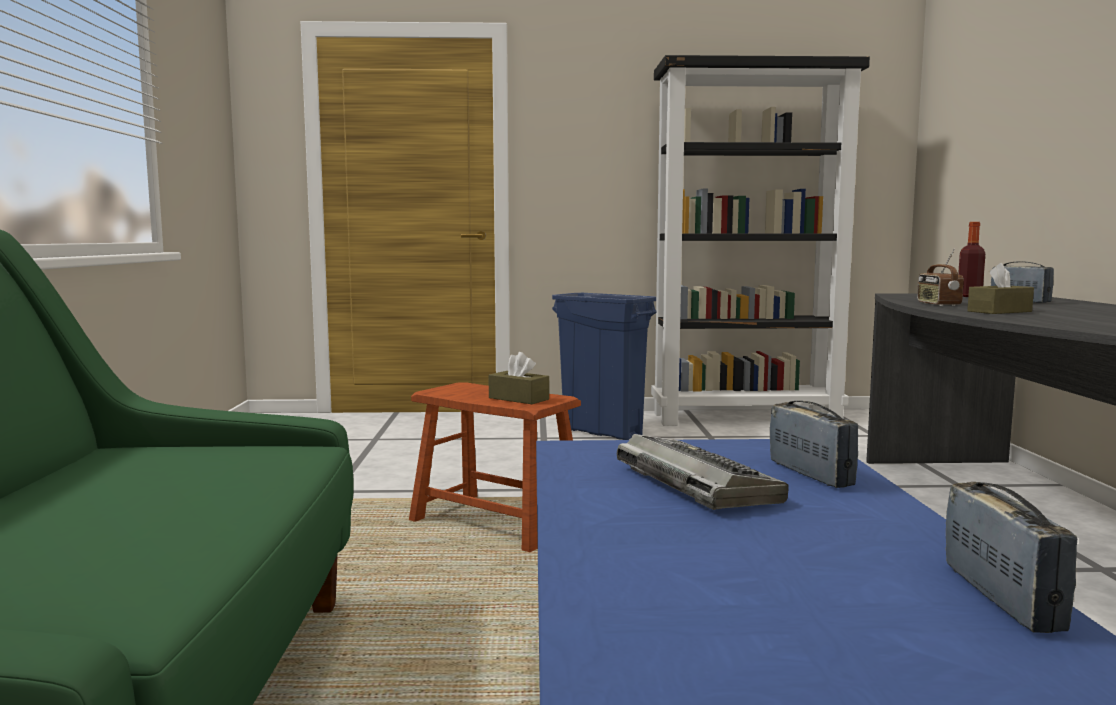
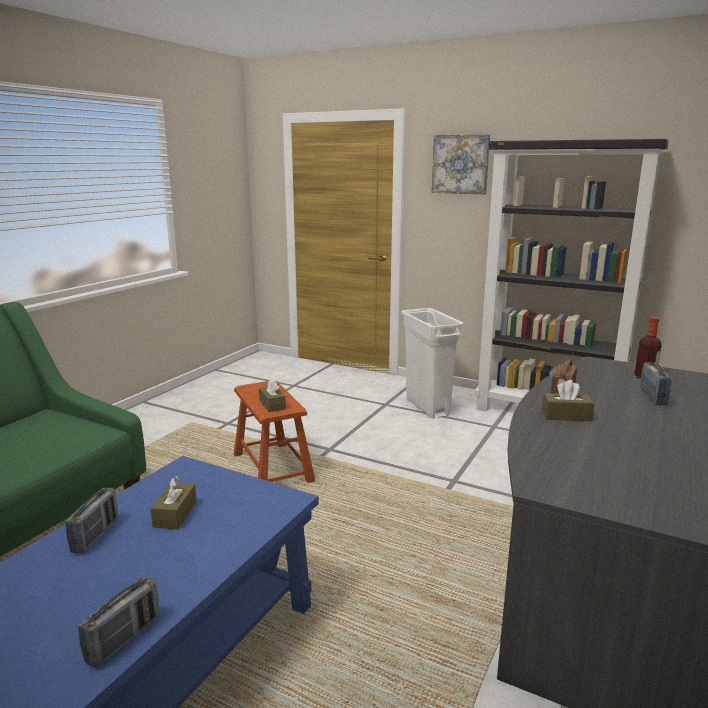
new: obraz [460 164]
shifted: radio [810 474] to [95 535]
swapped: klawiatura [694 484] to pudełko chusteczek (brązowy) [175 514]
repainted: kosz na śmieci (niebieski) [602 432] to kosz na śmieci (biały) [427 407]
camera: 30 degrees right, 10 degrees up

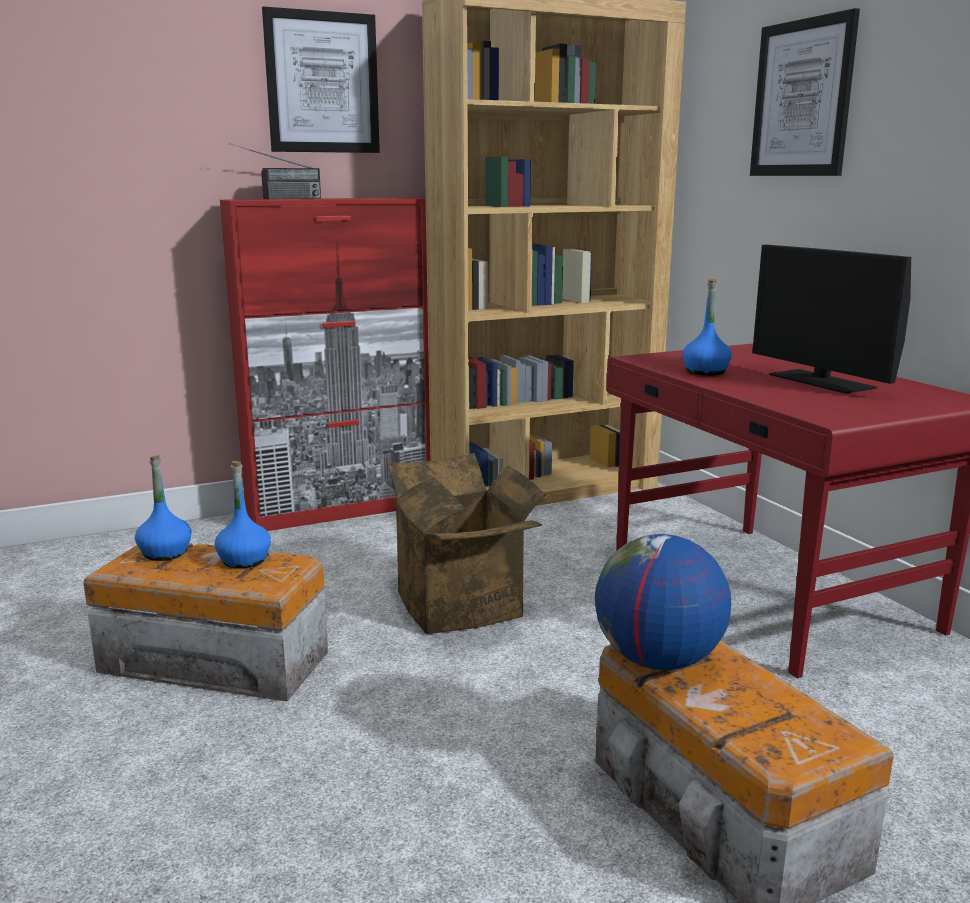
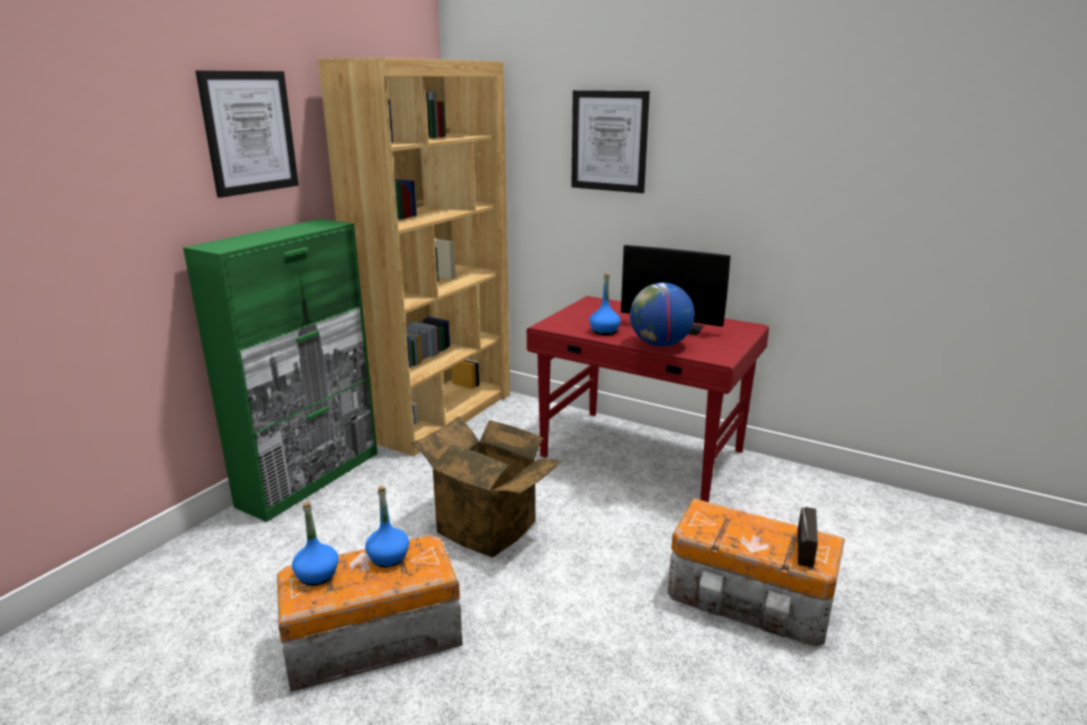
shifted: radio [278 198] to [807 558]; globus [657 661] to [659 344]
repainted: szafka (czerwony) [340 509] to szafka (zielony) [311 478]
camera: 35 degrees left, 5 degrees up

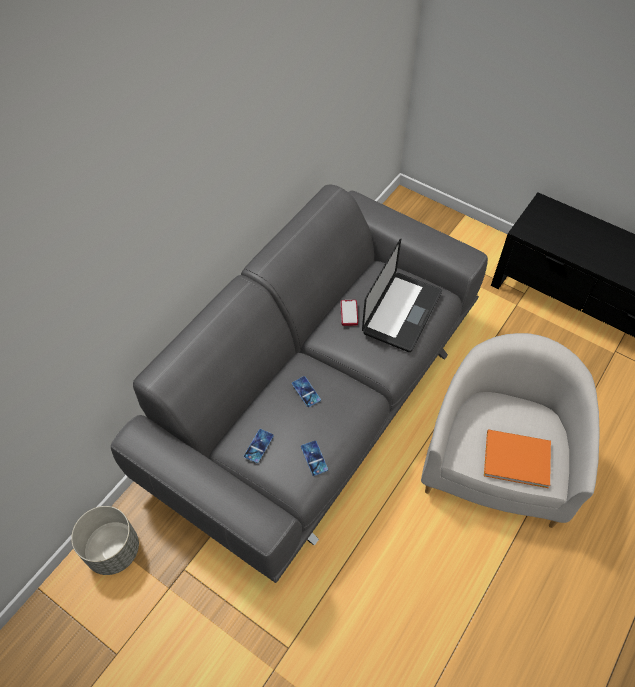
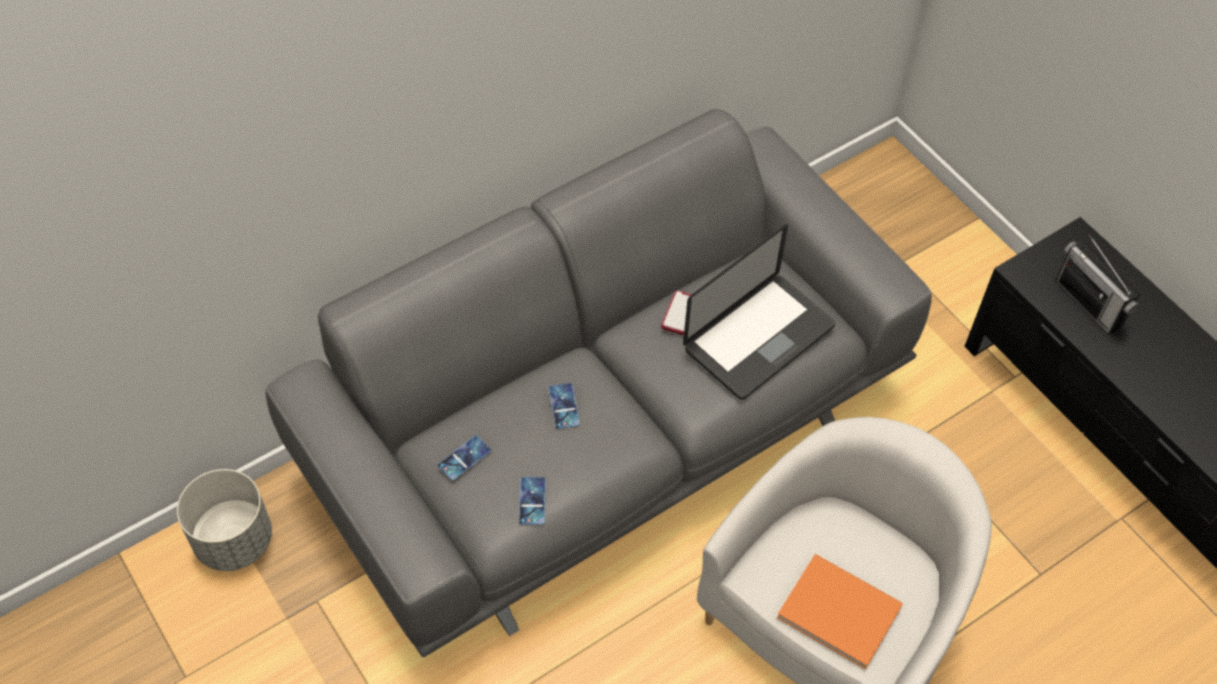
new: radio [1089 303]
camera: 20 degrees right, 0 degrees up

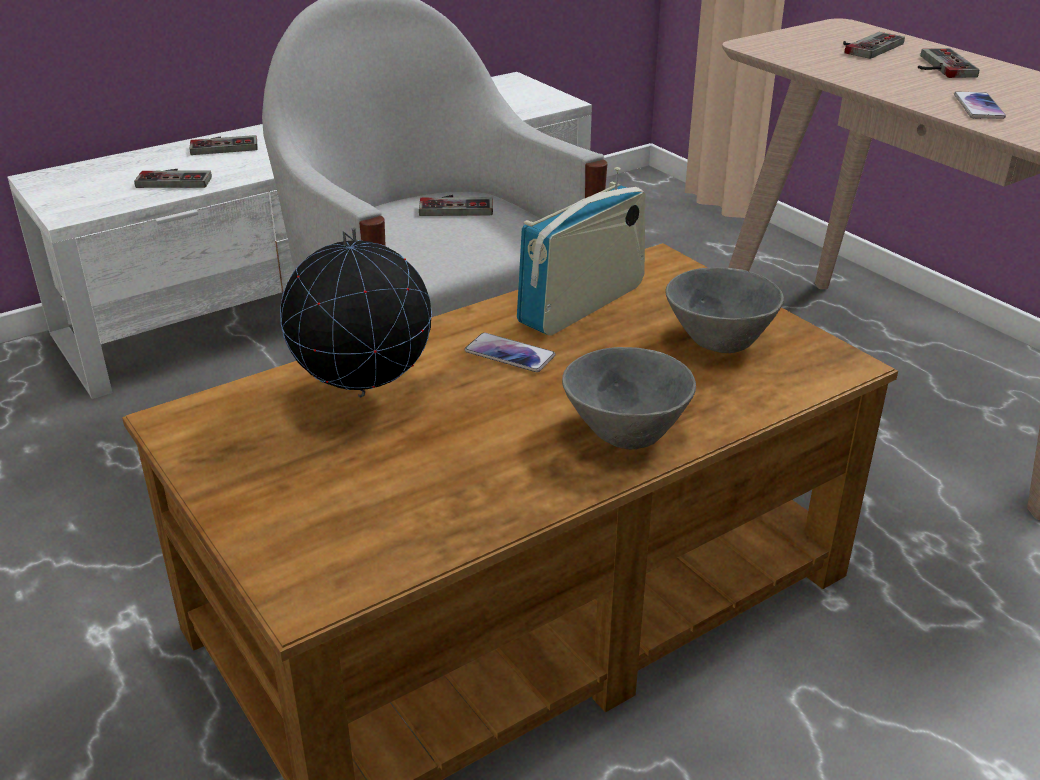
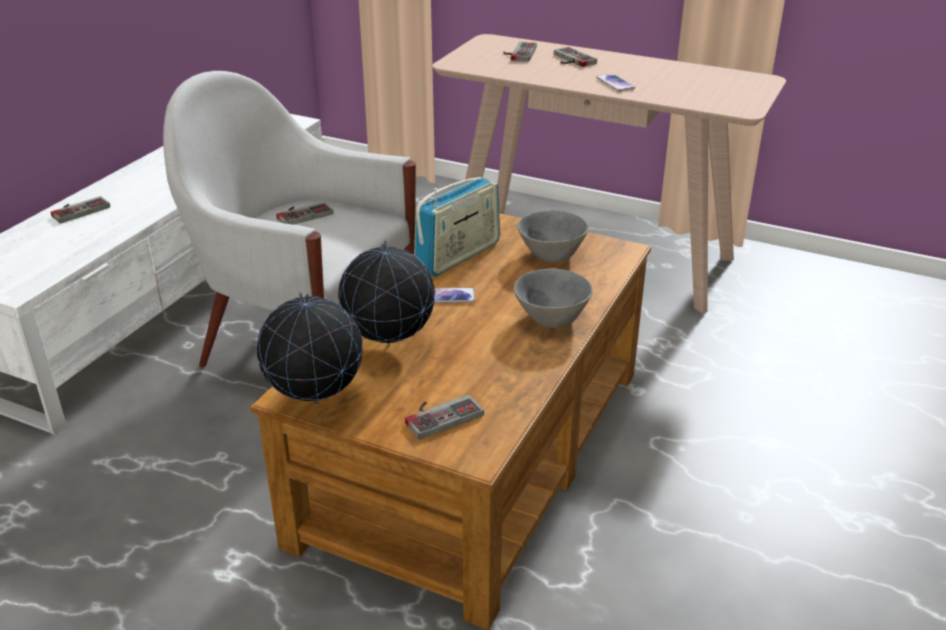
new: globus [315 401]
shifted: pad do gier [176 179] to [440 414]
rotated: radio [582 304] = [458 256] 150 degrees counterclockwise
camera: 30 degrees left, 0 degrees up

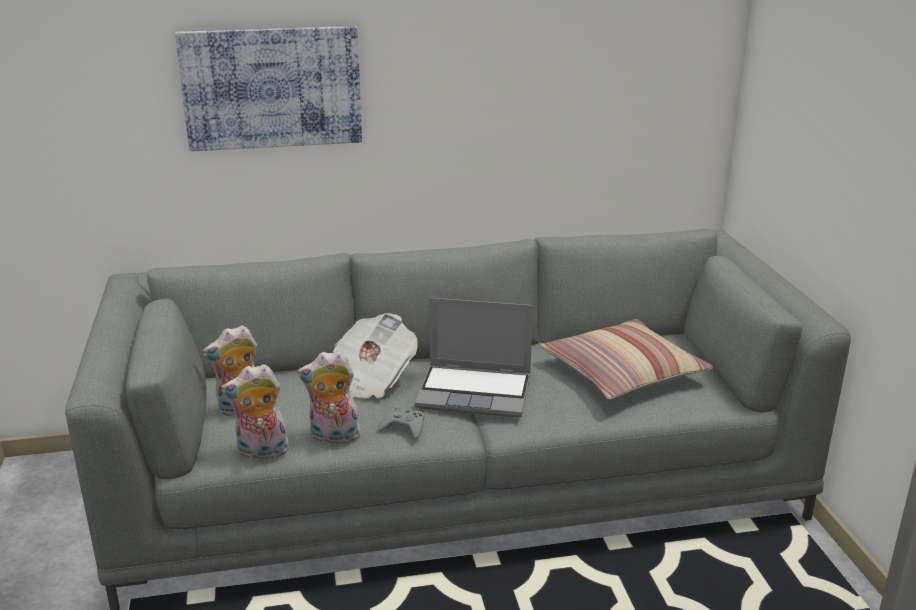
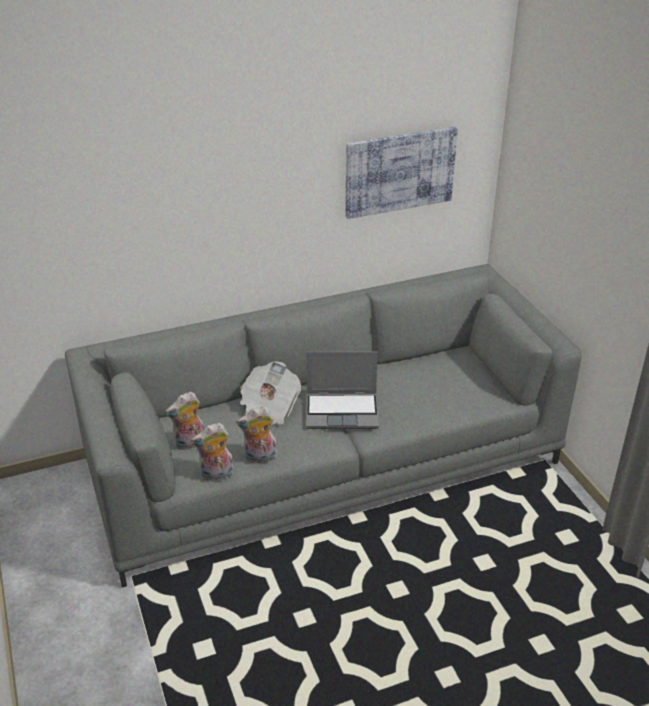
gone: poduszka [622 373]; pad do gier (szary) [404 427]
shifted: obraz [272 88] to [399 171]
camera: 10 degrees left, 10 degrees up

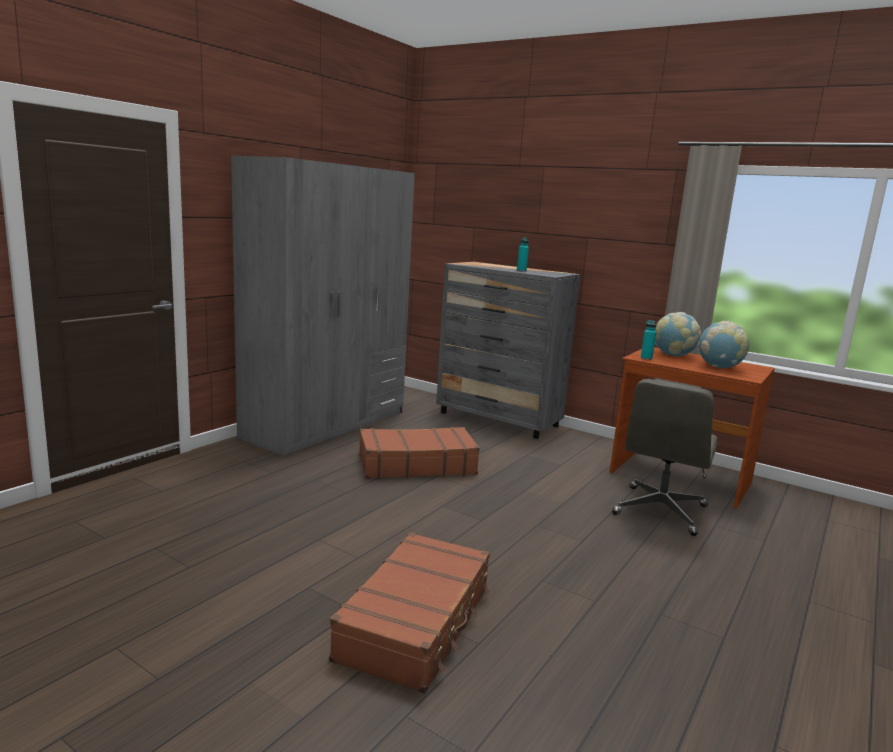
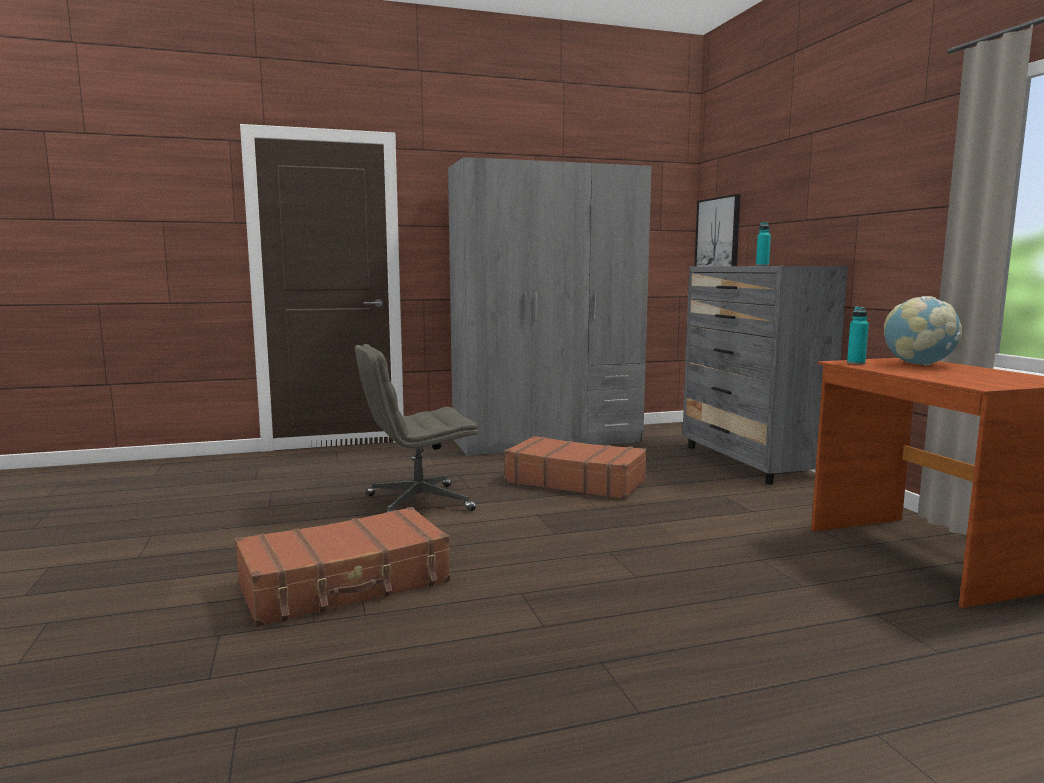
gone: globus [719 367]
new: obraz [718 233]
shifted: krzesło biurowe (szary) [660 511] to [417 503]
camera: 40 degrees right, 5 degrees down

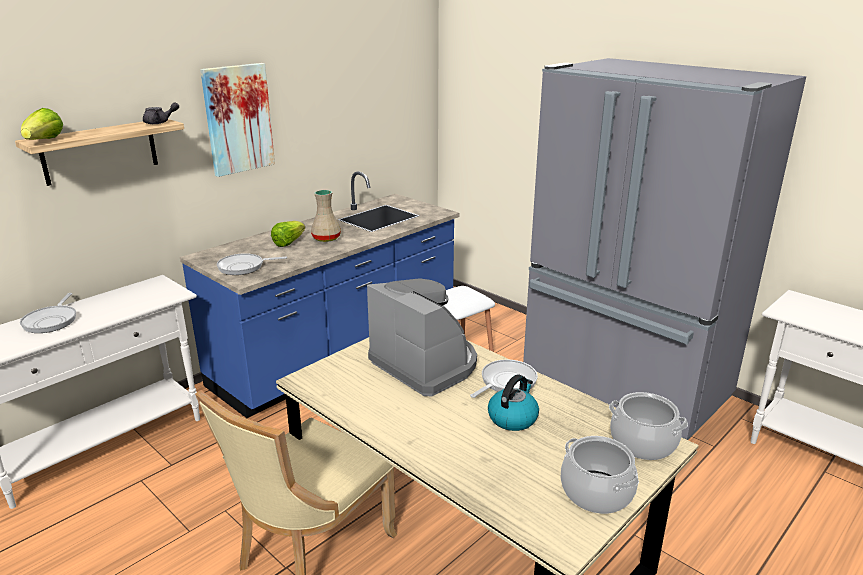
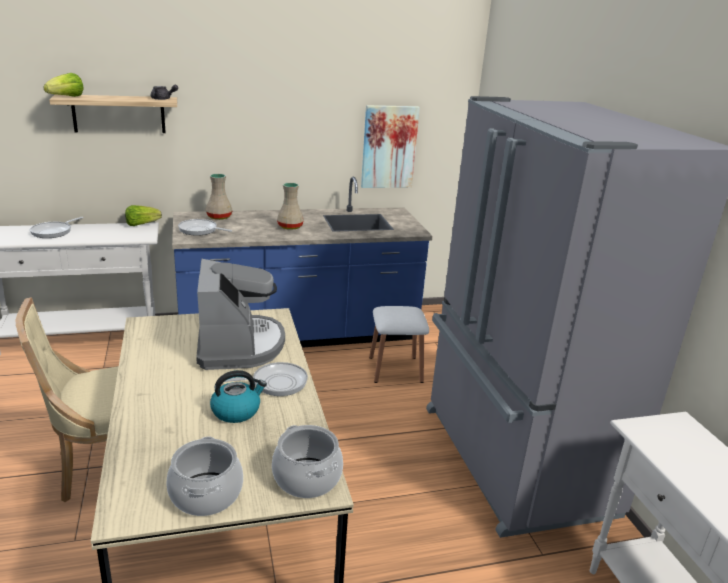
new: wazon (beżowy) [219 217]
shifted: obraz [238 119] to [389 147]; sałata [288 243] to [141 224]
camera: 30 degrees right, 0 degrees up

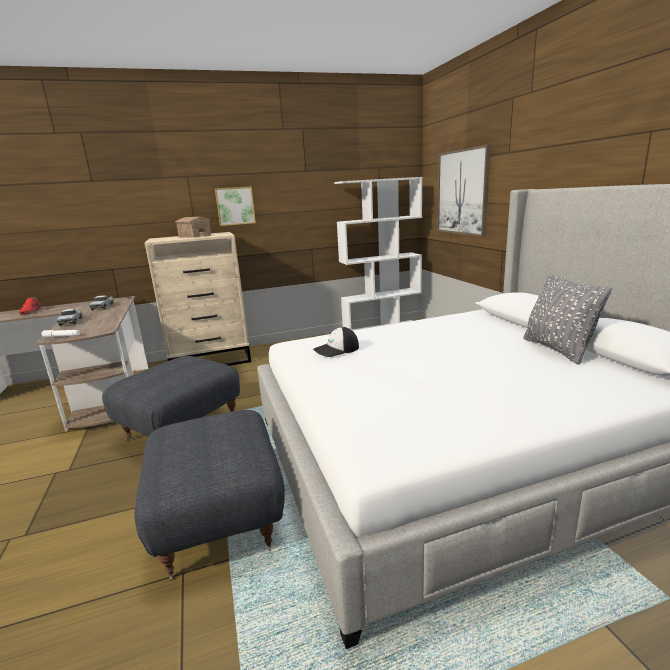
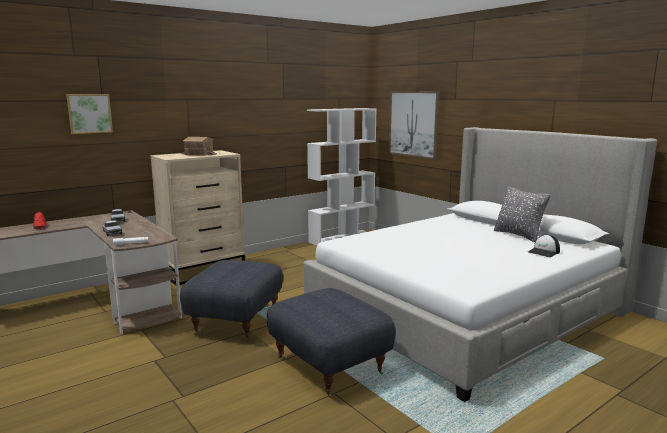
shifted: obraz [235 206] to [89 113]; czapka z daszkiem [336 349] to [544 252]
camera: 20 degrees left, 5 degrees down

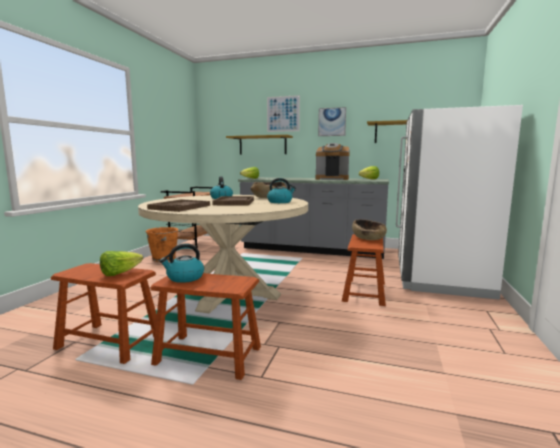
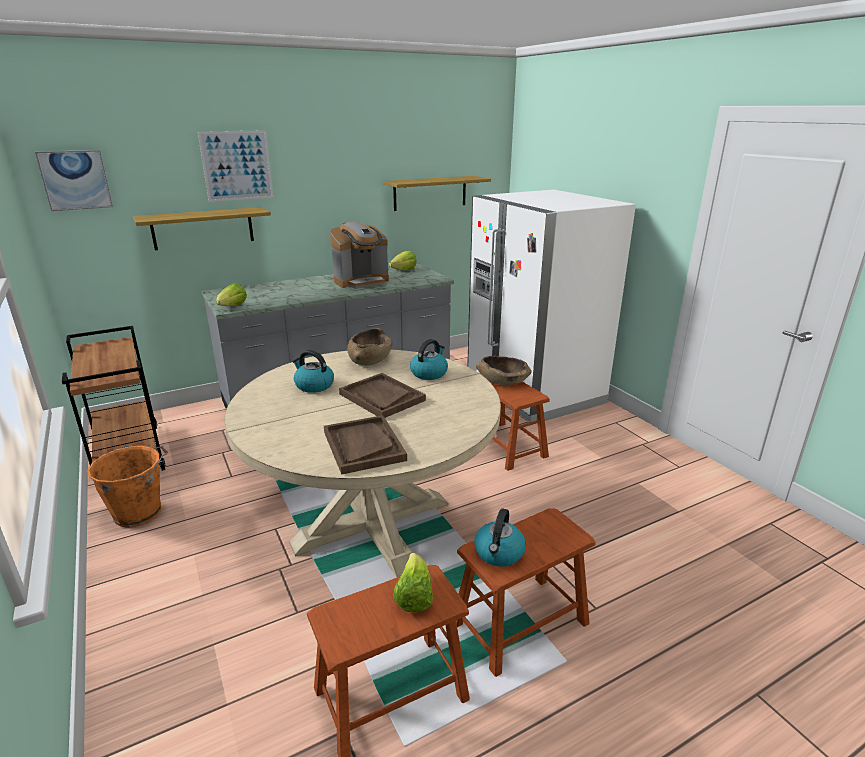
shifted: obraz [332 122] to [75 180]
camera: 45 degrees left, 15 degrees up

